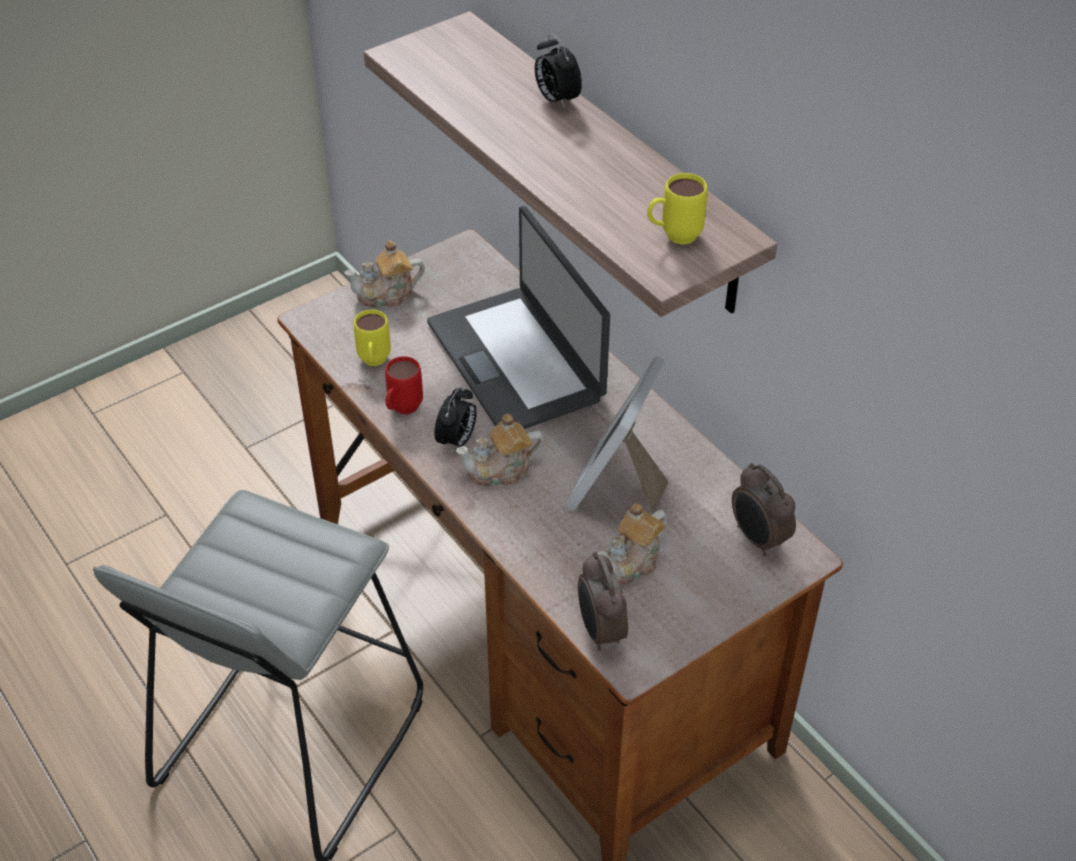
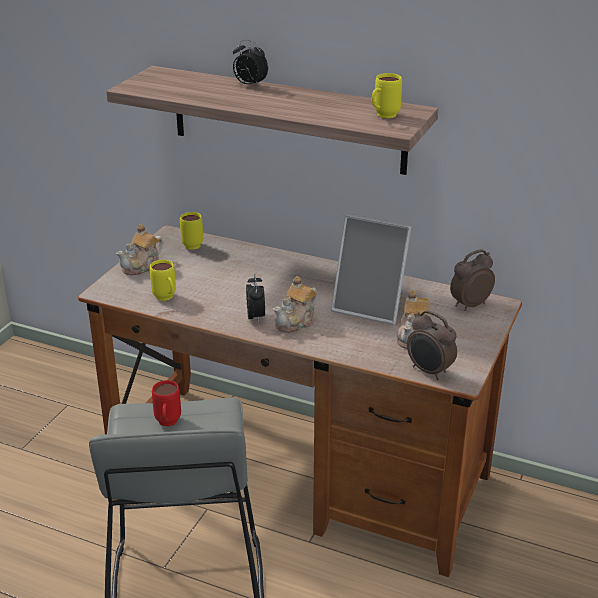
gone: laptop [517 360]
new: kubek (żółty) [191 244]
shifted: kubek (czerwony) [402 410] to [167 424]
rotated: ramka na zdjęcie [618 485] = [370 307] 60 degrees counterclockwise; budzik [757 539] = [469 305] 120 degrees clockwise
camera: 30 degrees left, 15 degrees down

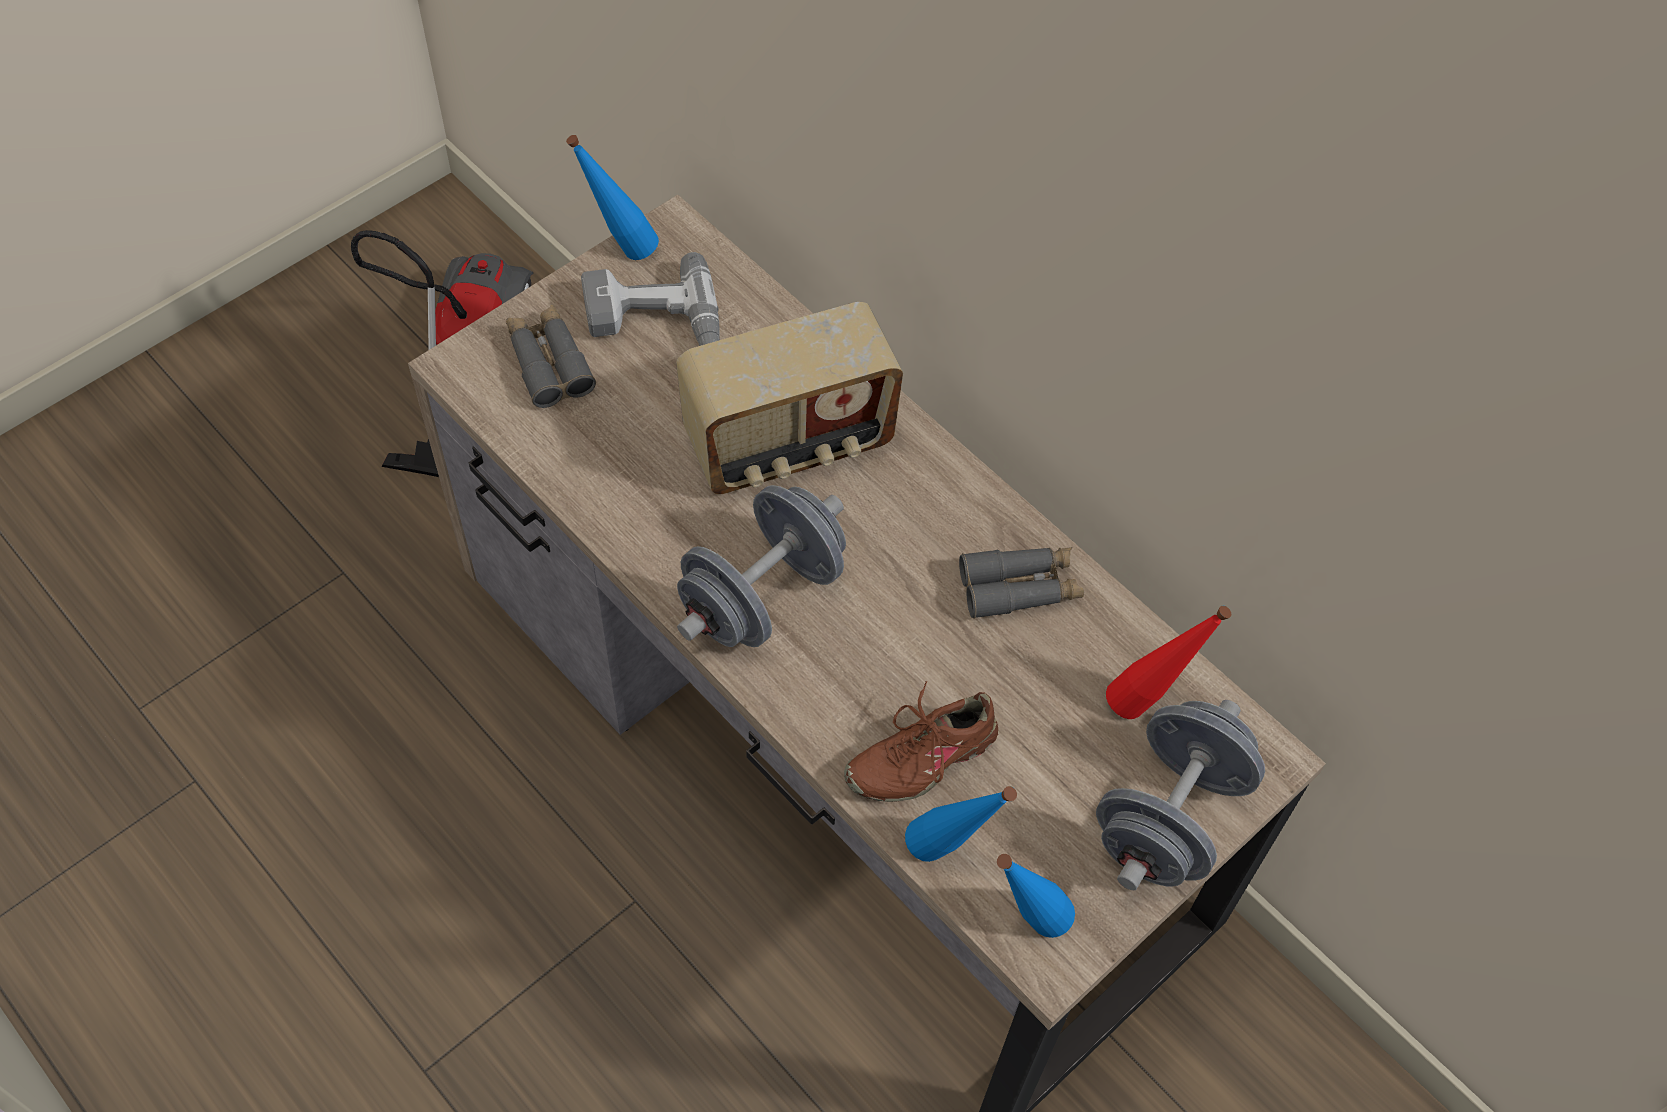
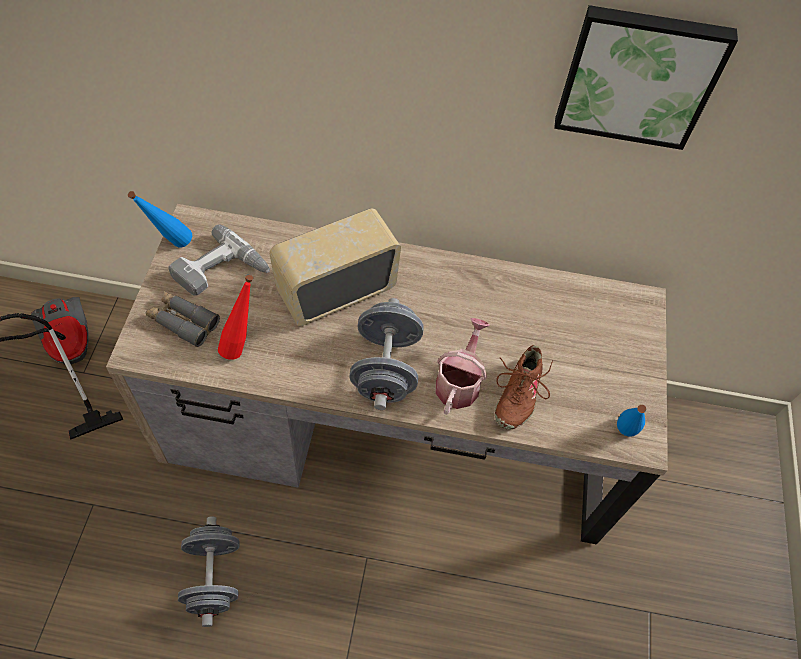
gone: lornetka (szary) [1019 588]; butelka (niebieski) [950 853]
new: obraz [638 76]; konewka [459 382]
shifted: butelka (czerwony) [1148 701] to [242 344]; hantel (szary) [1168 817] to [213 577]
rotated: radio [789 444] = [336 290] 150 degrees counterclockwise
camera: 40 degrees left, 0 degrees up

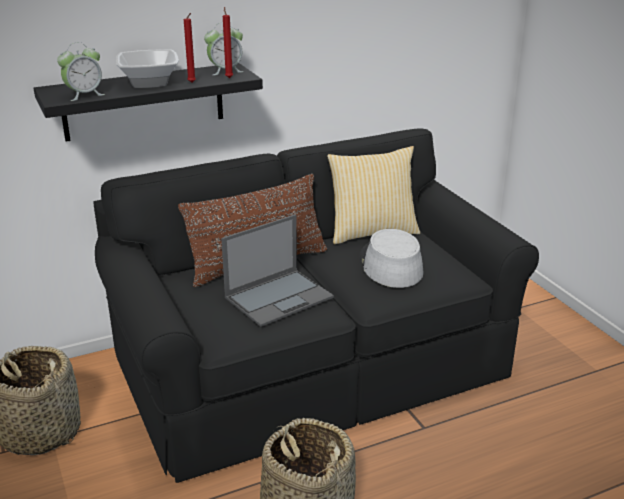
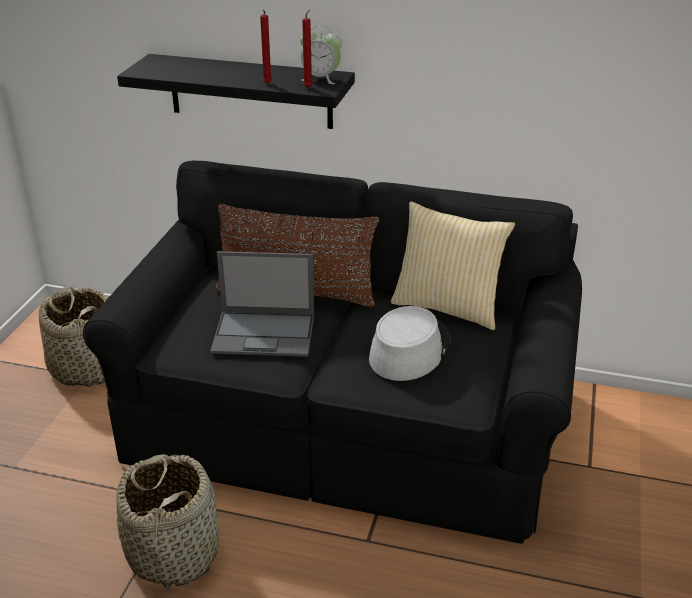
gone: budzik [84 95]; miska [148 83]
camera: 40 degrees right, 5 degrees up

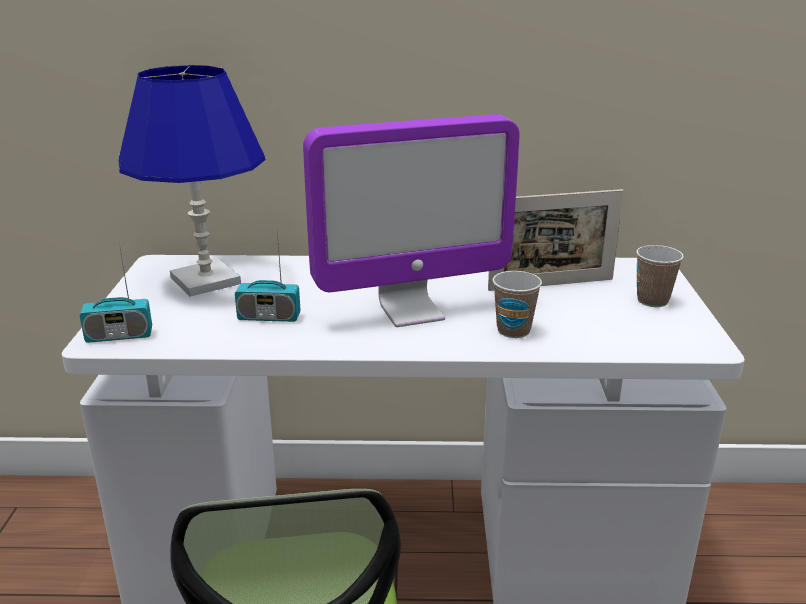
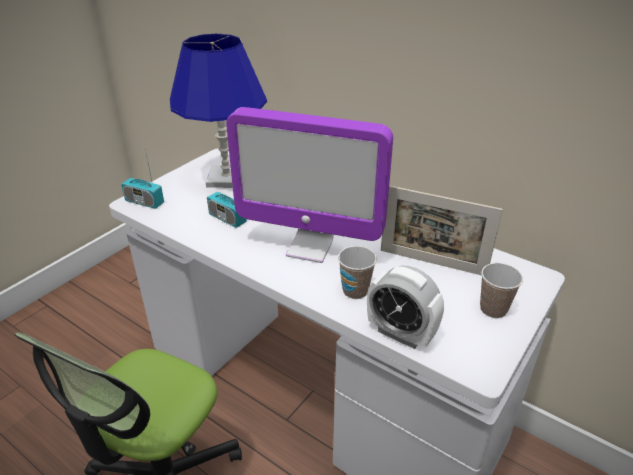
new: budzik [400 333]
camera: 35 degrees right, 10 degrees up

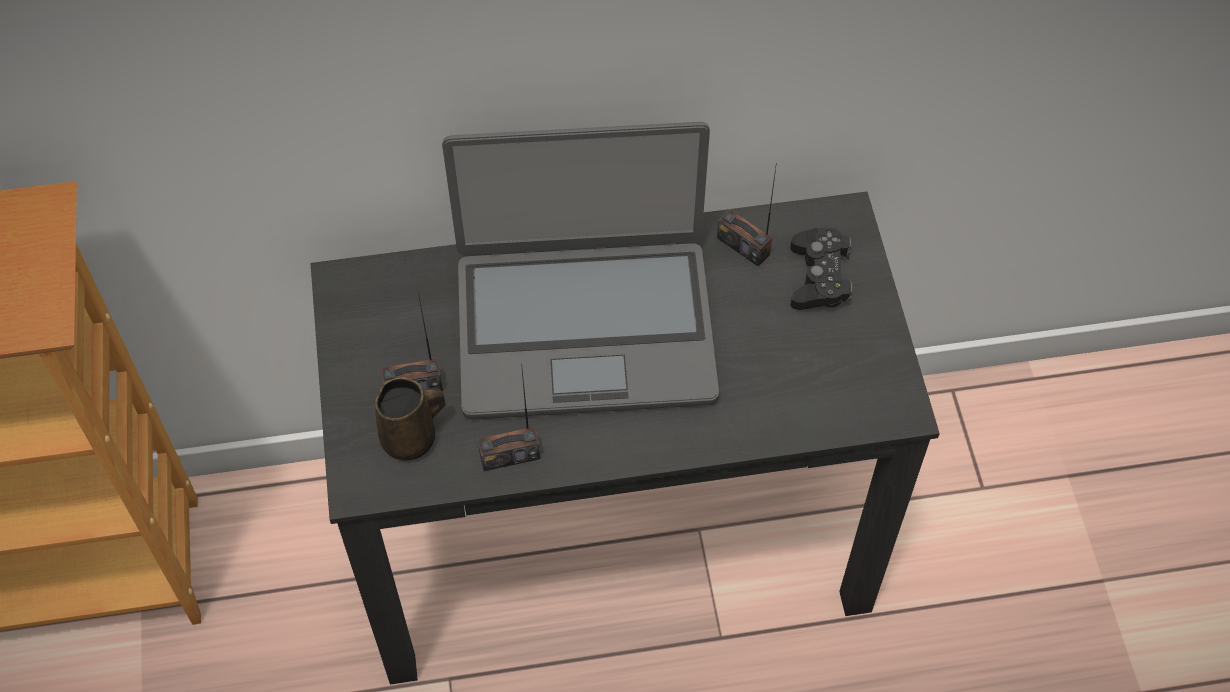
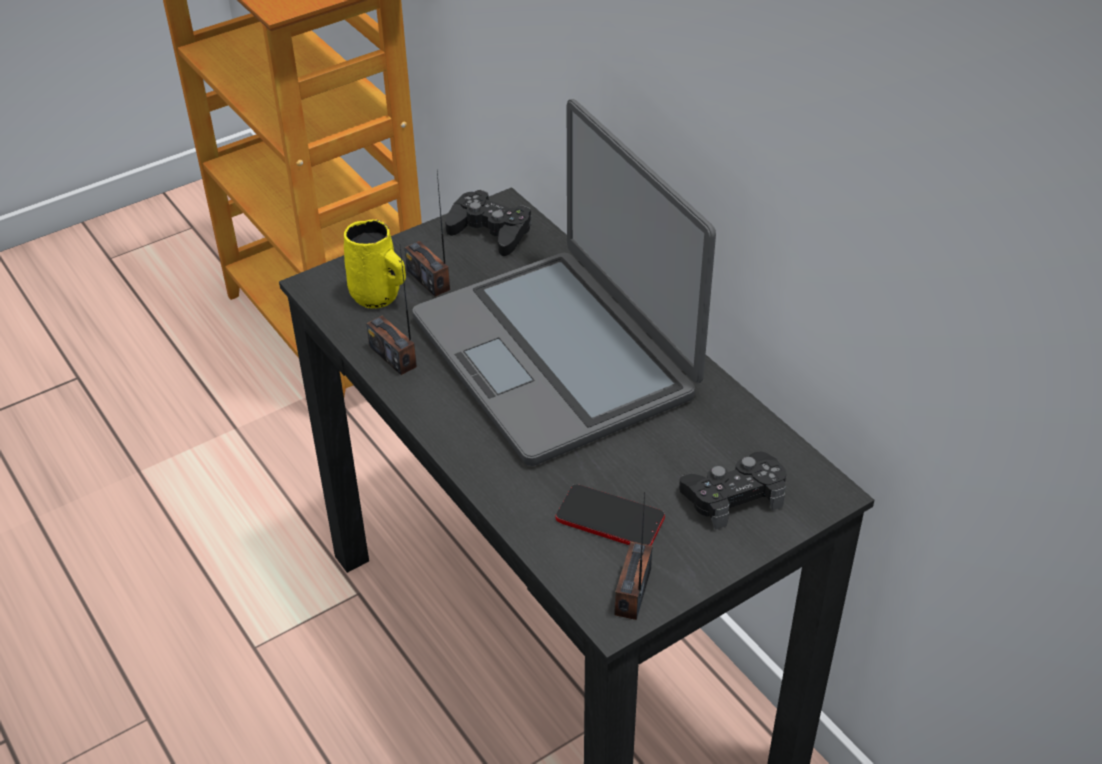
new: pad do gier (czarny) [490 231]; telefon [610 519]
shifted: radio [743 246] to [633 592]
repainted: kubek (brązowy) [412 439] to kubek (żółty) [377 296]
camera: 65 degrees right, 15 degrees down

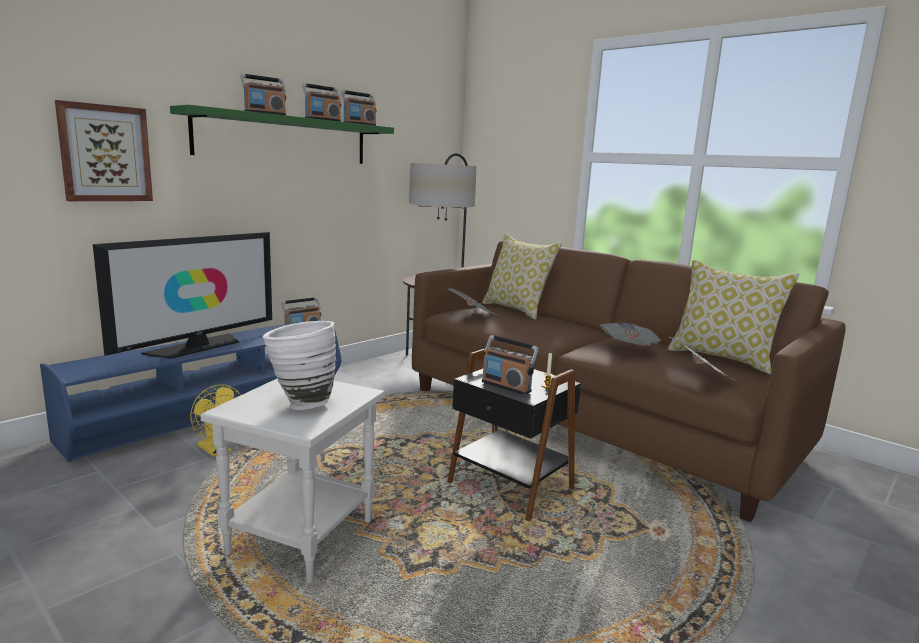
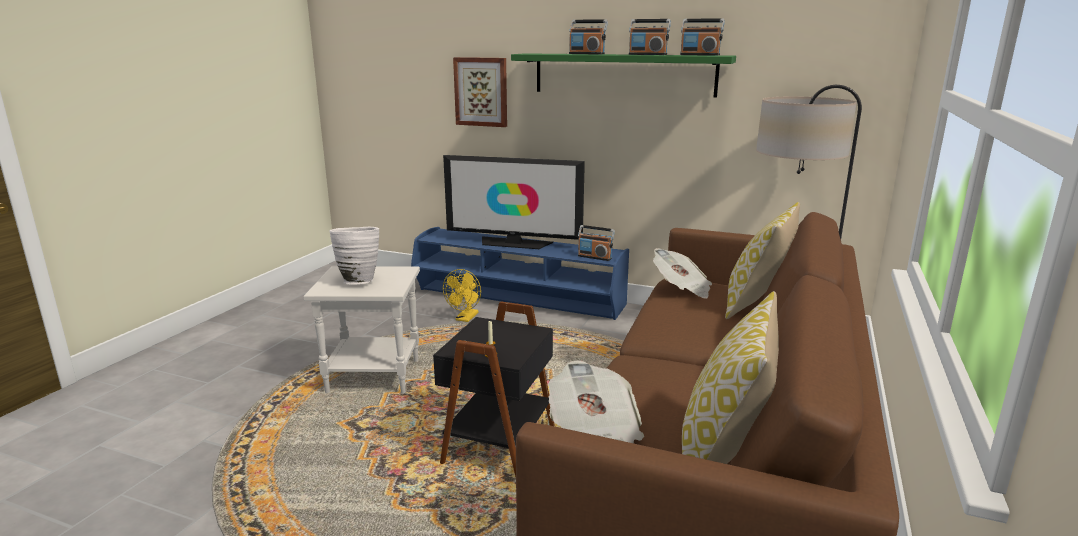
gone: gazeta [629 350]; radio [506 386]
camera: 70 degrees right, 5 degrees up

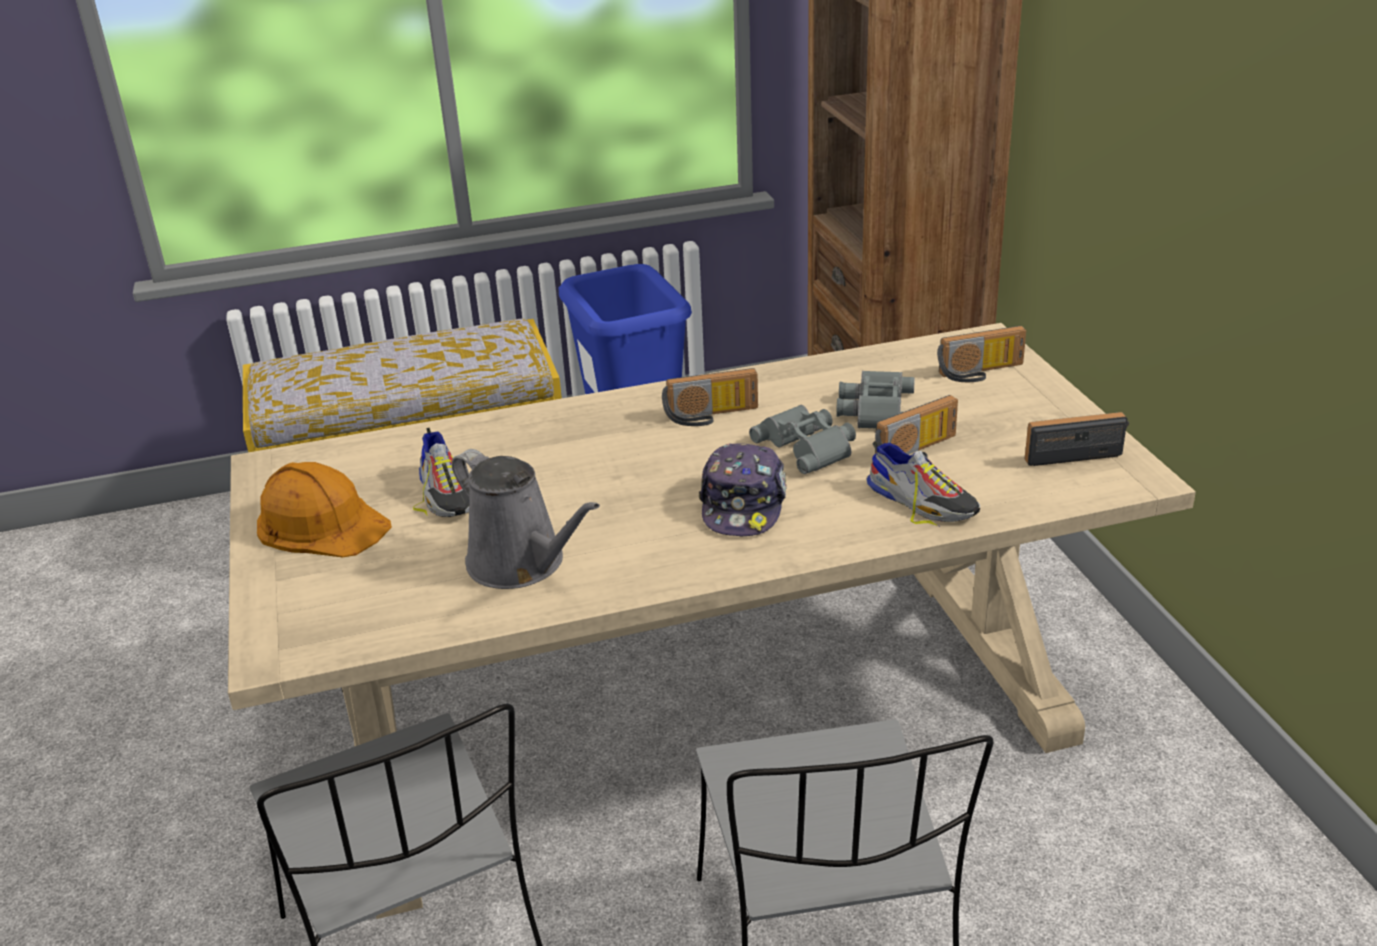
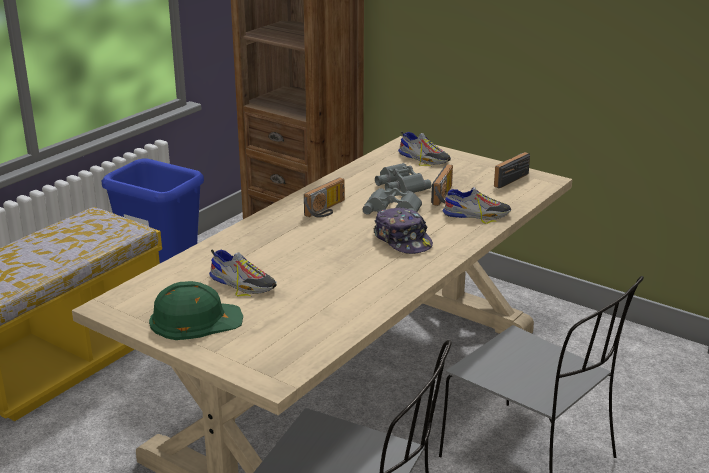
gone: konewka (szary) [522 564]
swapped: radio [981 373] to but [424 158]
repainted: kask (pomarańczowy) [322 523] to kask (zielony) [195 319]
camera: 40 degrees left, 5 degrees down

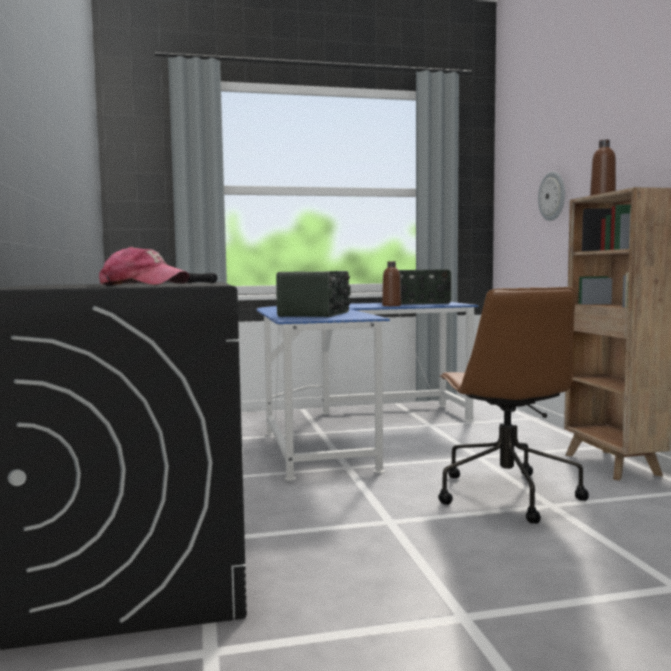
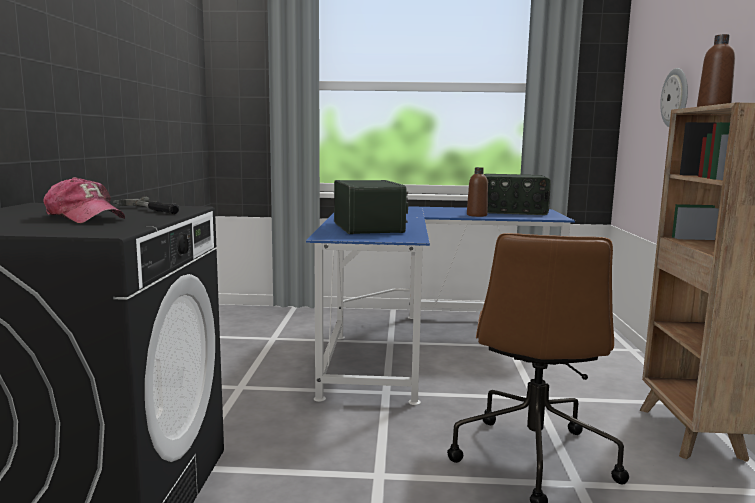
rotated: radio [316 314] = [369 228] 45 degrees counterclockwise
camera: 15 degrees right, 5 degrees up

